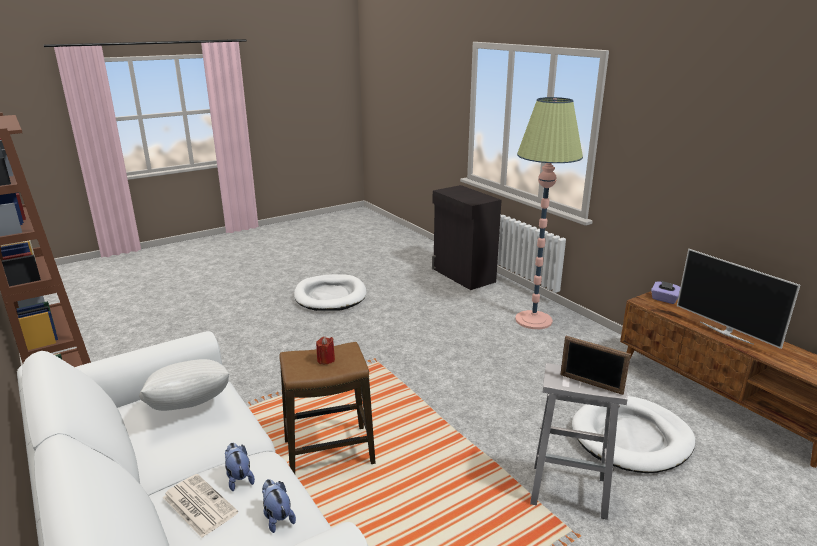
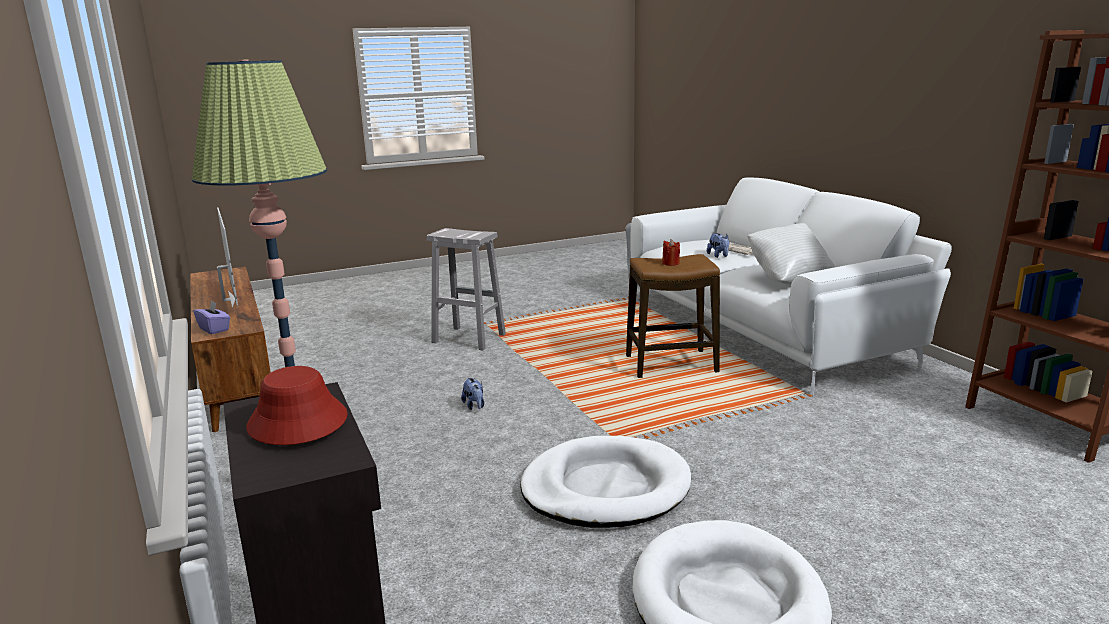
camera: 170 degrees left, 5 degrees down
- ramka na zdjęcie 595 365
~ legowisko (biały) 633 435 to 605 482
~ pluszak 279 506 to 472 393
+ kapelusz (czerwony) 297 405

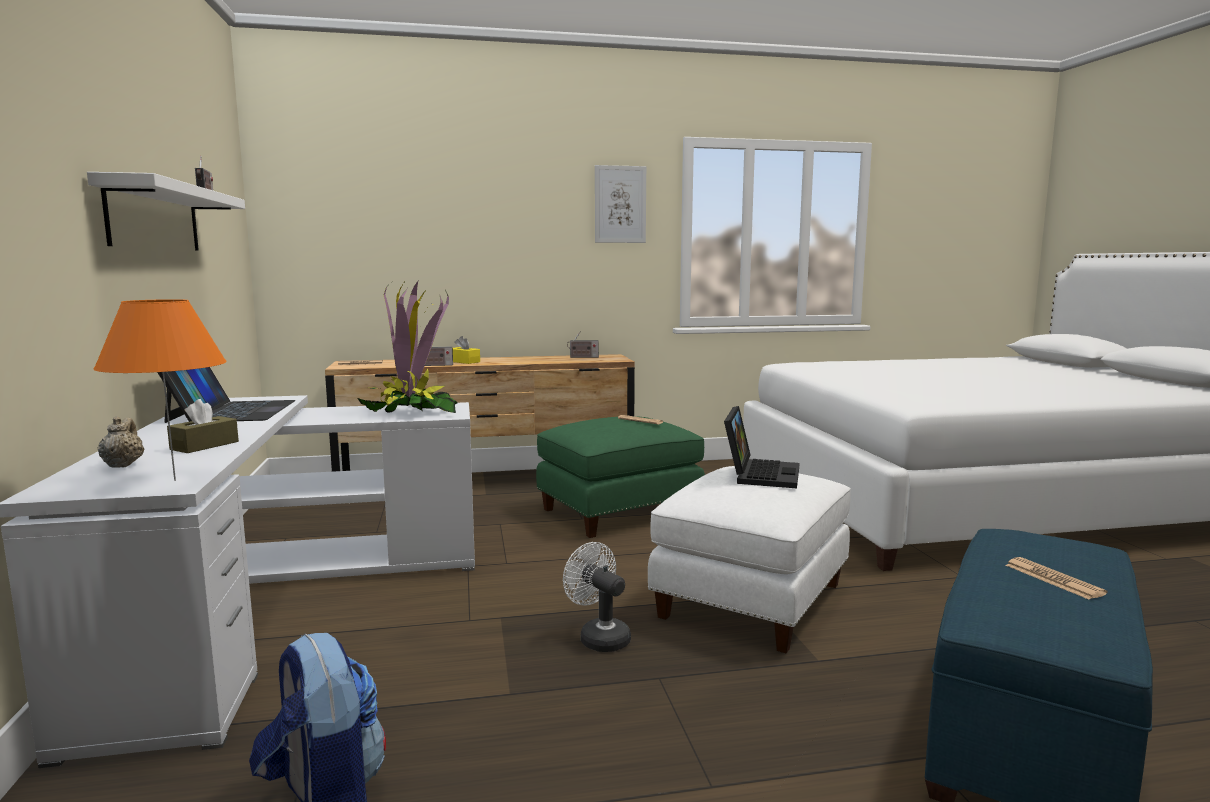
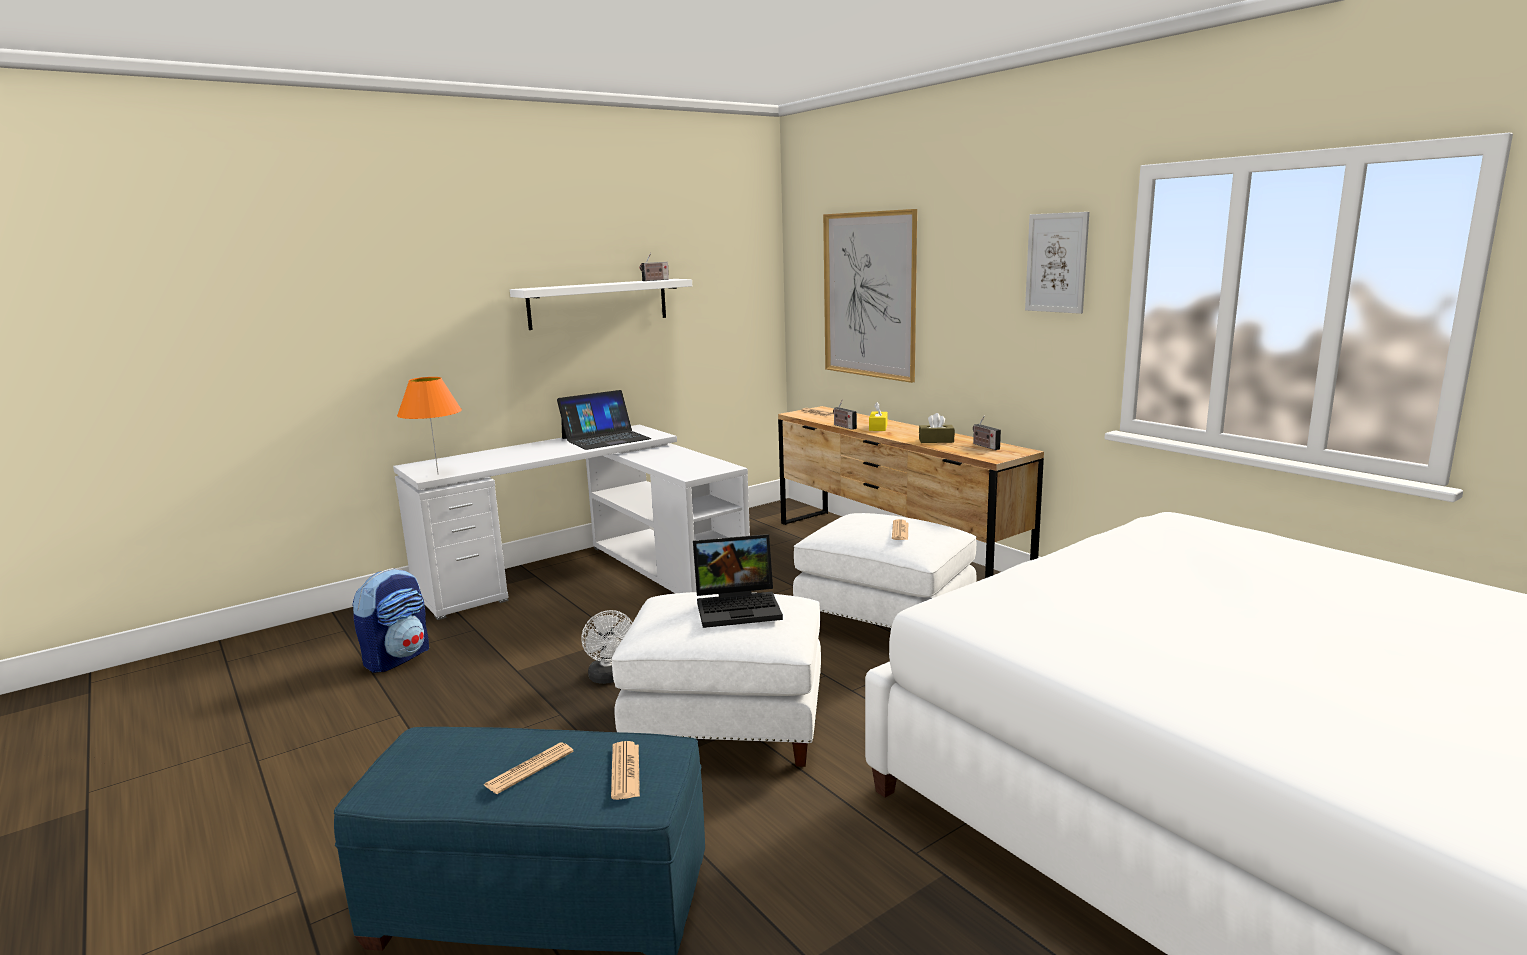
camera: 65 degrees right, 5 degrees up
- roślina doniczkowa 407 346
~ pudełko chusteczek (brązowy) 203 426 to 937 428
- imbryk (beżowy) 121 441
~ pufa (zielony) 620 477 to pufa (biały) 884 570
~ wentylator (biały) 597 597 = 607 647 135 degrees clockwise
+ obraz 870 296
+ gazeta 625 770

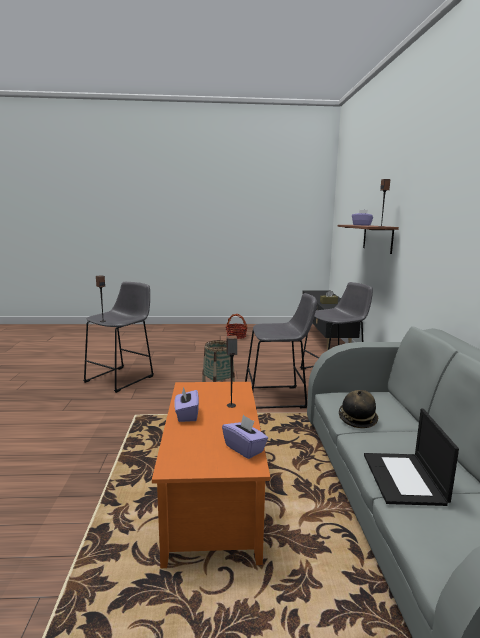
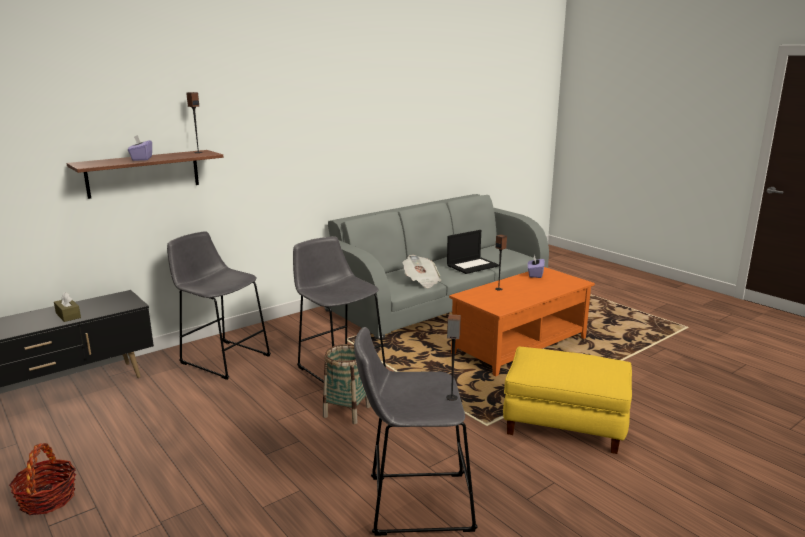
camera: 125 degrees left, 5 degrees up
- pudełko chusteczek (fioletowy) 187 404
~ kapelusz 358 409 to gazeta 422 271
+ pufa (żółty) 567 400

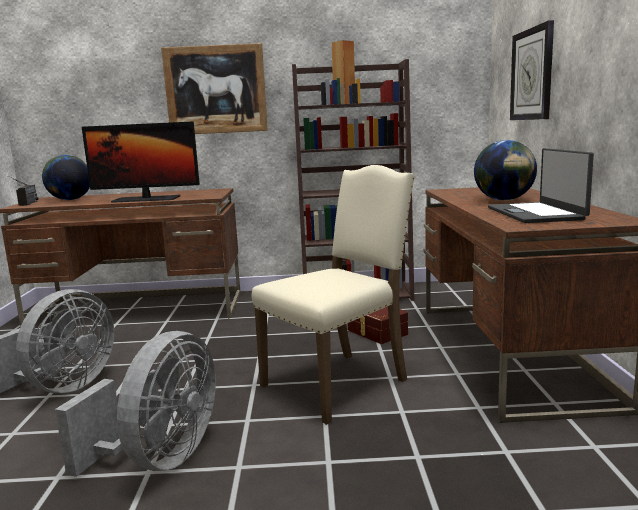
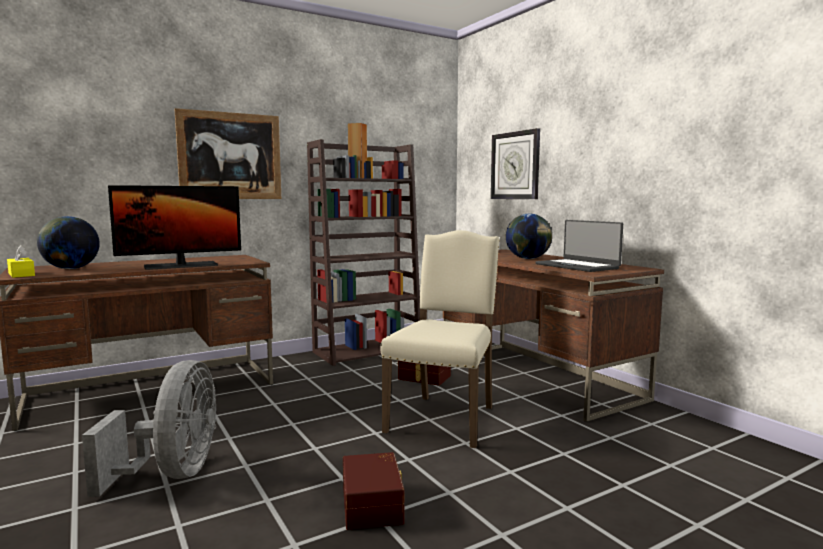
camera: 30 degrees left, 5 degrees down
~ radio 23 191 to pudełko chusteczek (żółty) 21 261
~ wentylator (szary) 135 404 to pojemnik do przechowywania (brązowy) 373 491

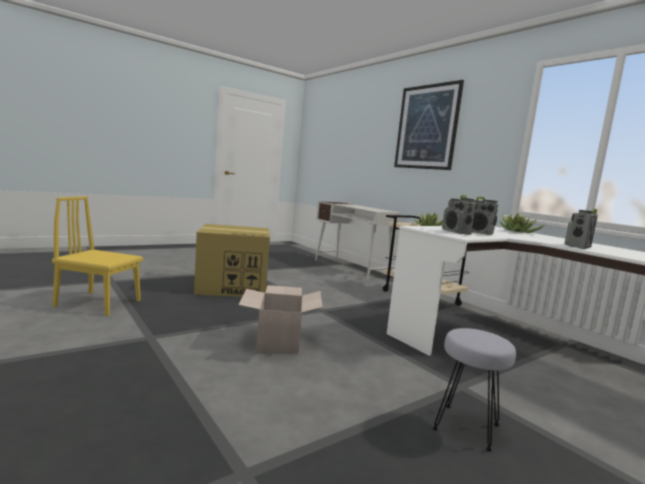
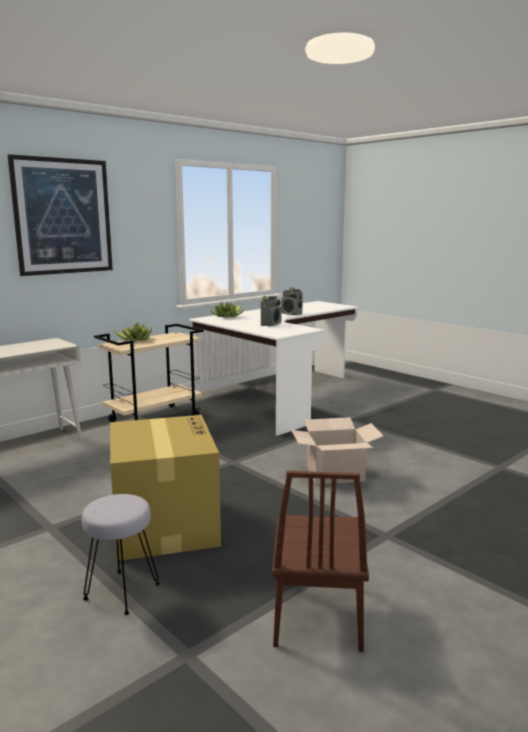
camera: 95 degrees left, 5 degrees up
- radio 459 215
~ krzesło (żółty) 97 256 to krzesło (brązowy) 320 561
~ stołek (szary) 474 390 to 121 554

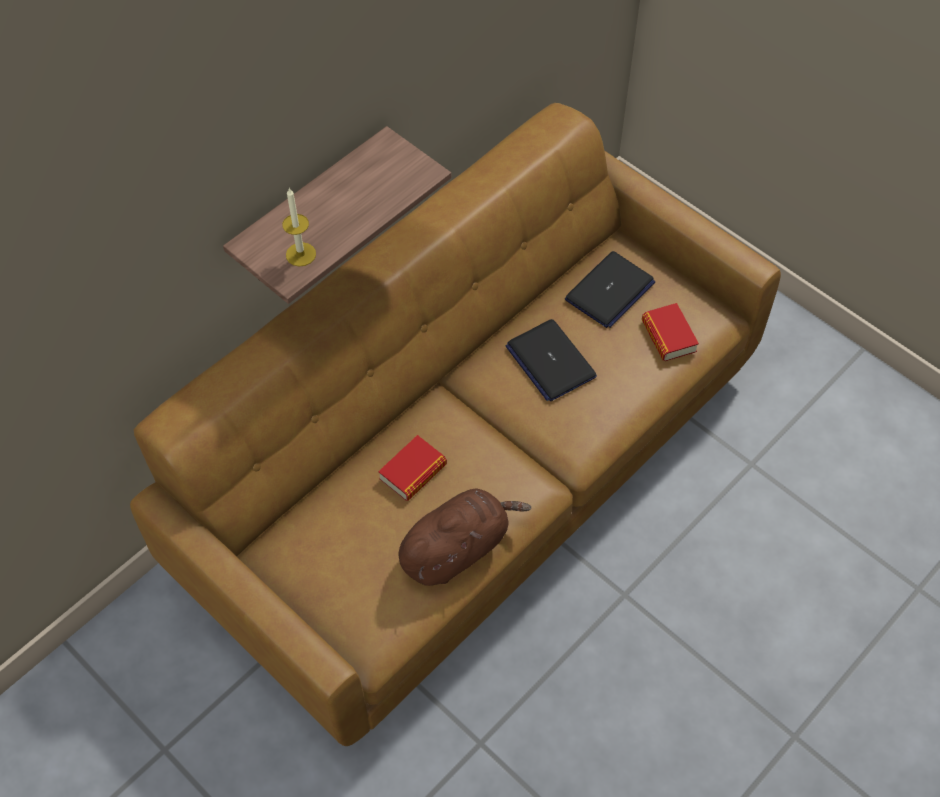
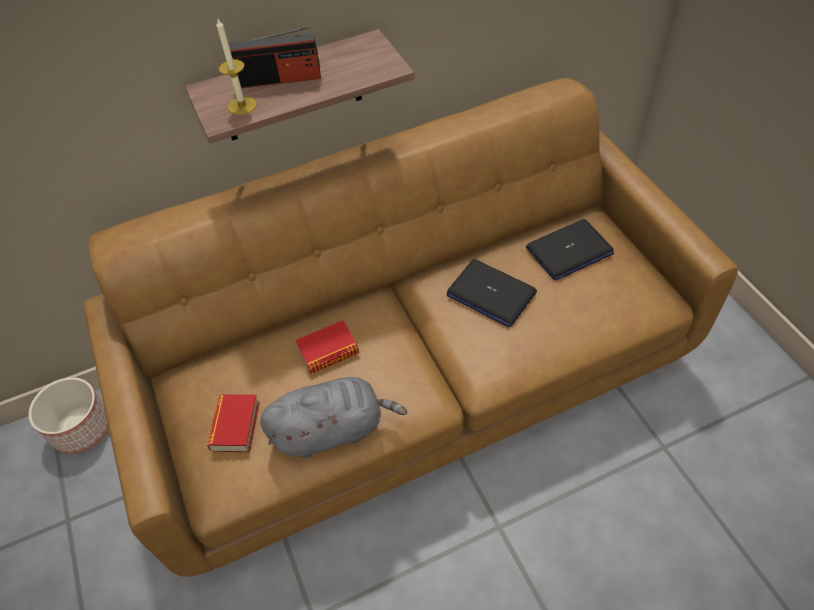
camera: 25 degrees right, 5 degrees down
~ książka 670 332 to 233 423
~ laptop 551 360 = 492 293 45 degrees counterclockwise
~ pluszak (brązowy) 465 537 to pluszak (szary) 333 417
+ radio 274 57
+ donica 69 415

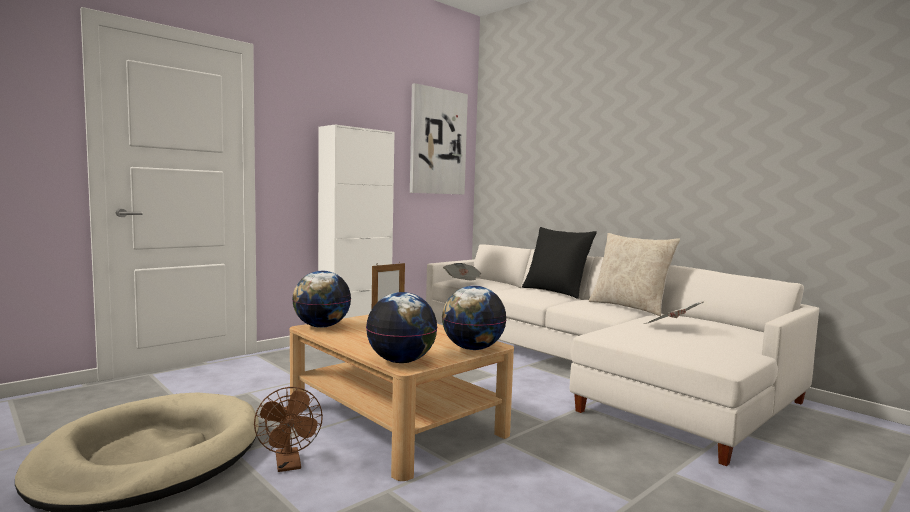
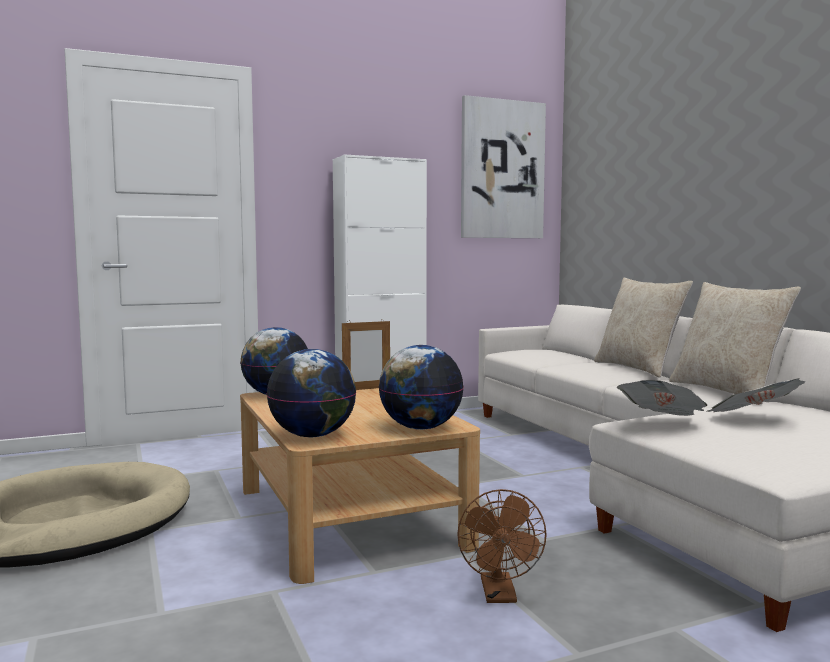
camera: 20 degrees right, 0 degrees up
~ poduszka (czarny) 559 263 to poduszka (beżowy) 643 328
~ gazeta 462 271 to 662 398
~ wentylator (brązowy) 288 429 to 502 546

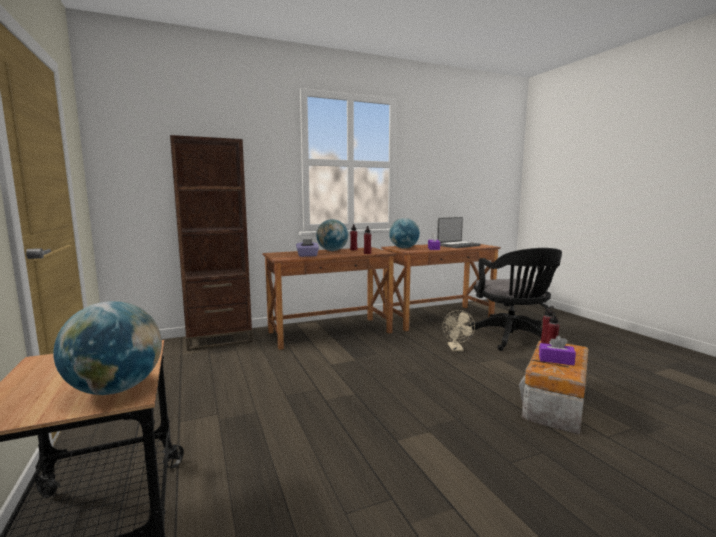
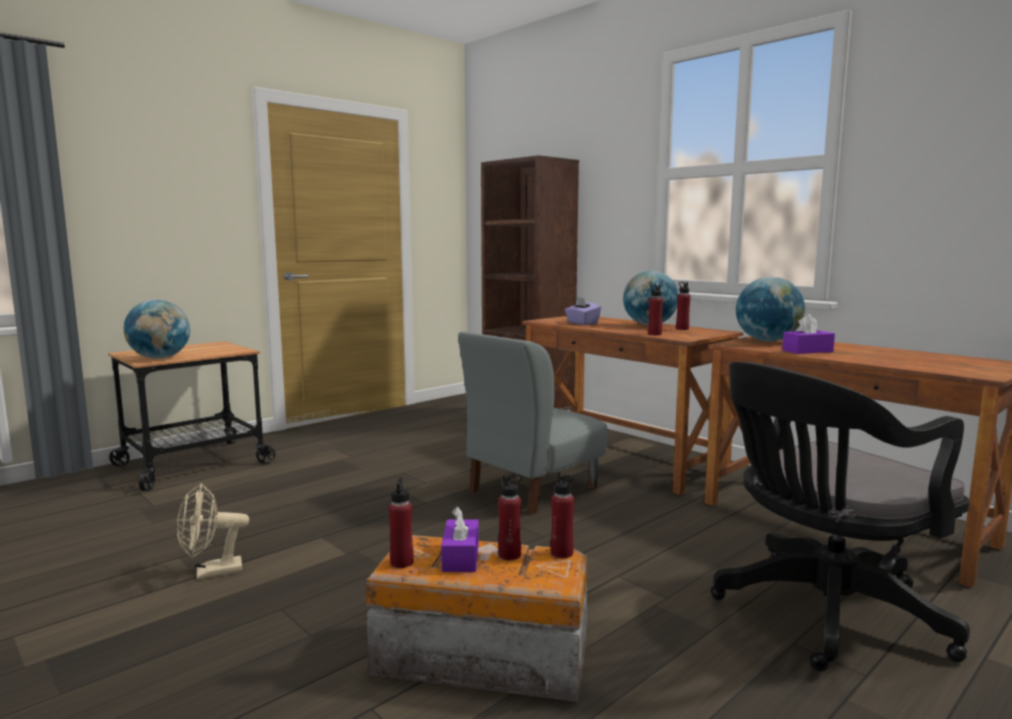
camera: 70 degrees right, 0 degrees up
- laptop 459 232
~ wentylator (beżowy) 458 331 to 213 531
+ krzesło (szary) 533 423
+ butelka (czerwony) 401 523

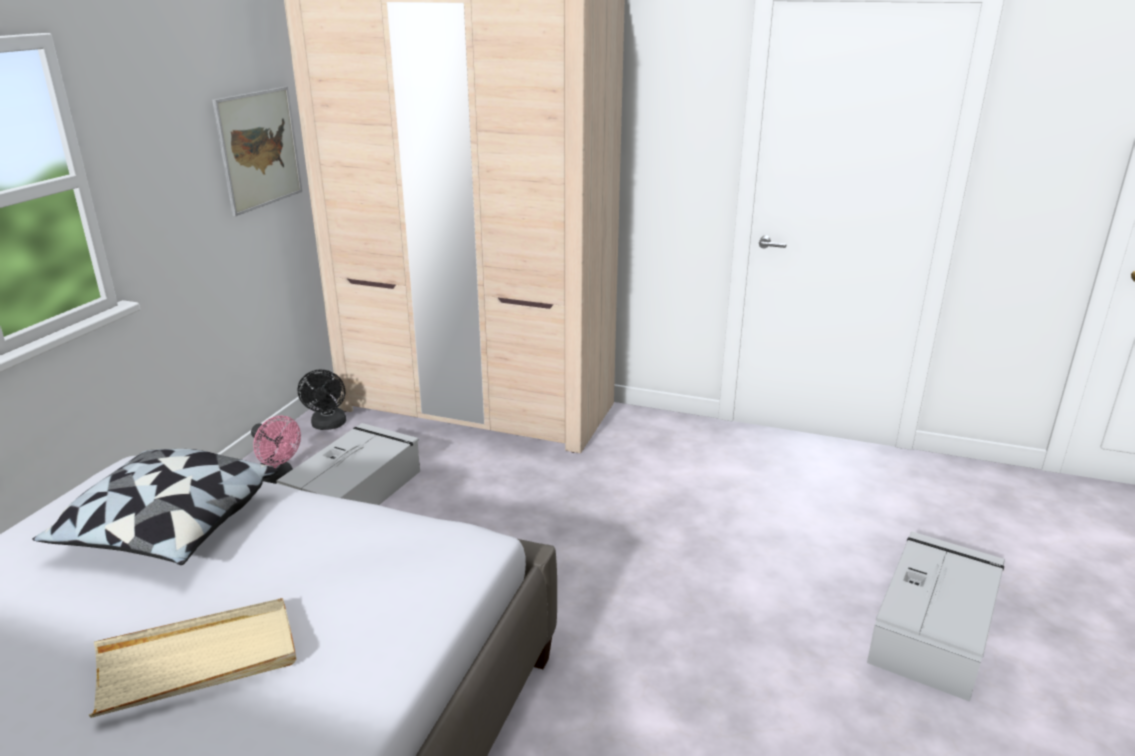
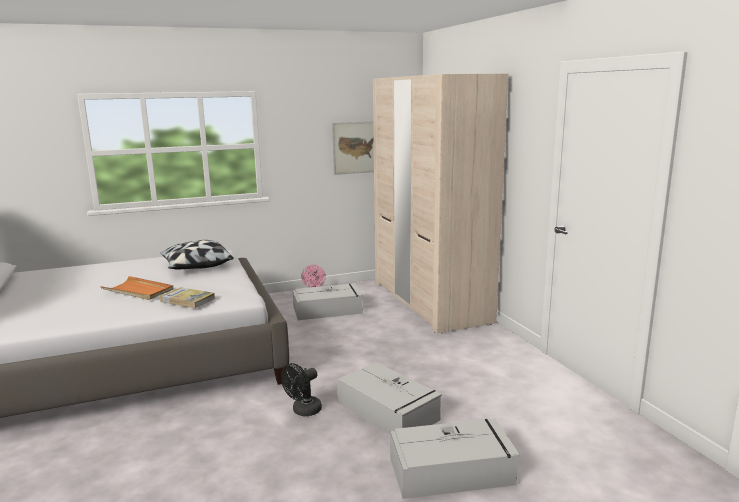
camera: 50 degrees right, 10 degrees down
~ wentylator (czarny) 322 400 to 301 389
~ taca (beżowy) 192 658 to taca (pomarańczowy) 137 288
+ książka 187 297
+ pojemnik do przechowywania (szary) 389 398

